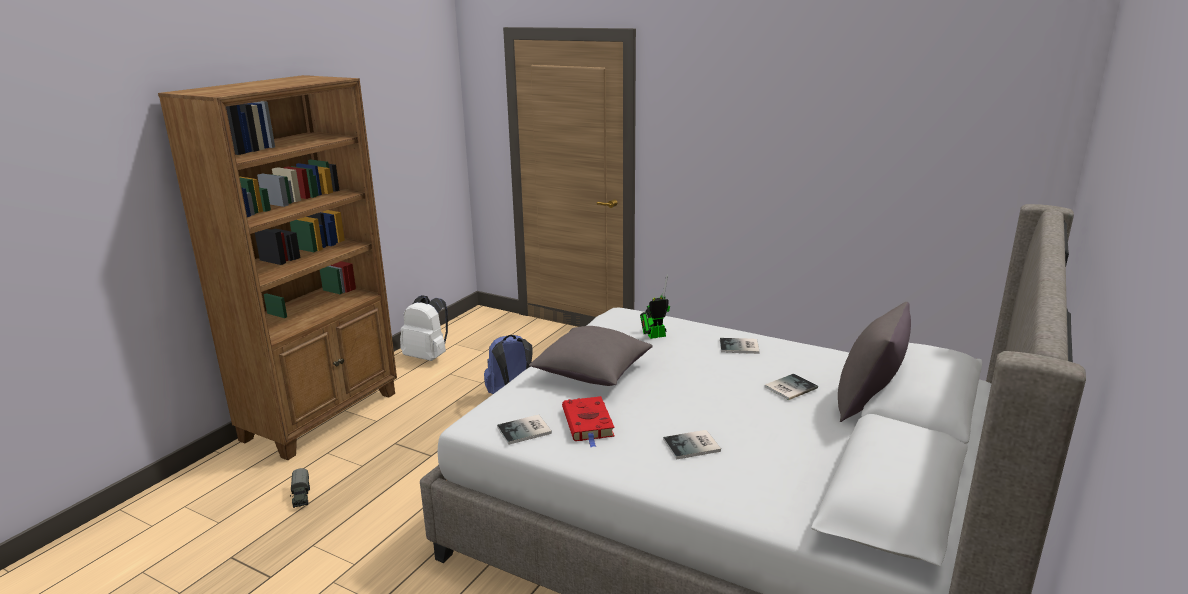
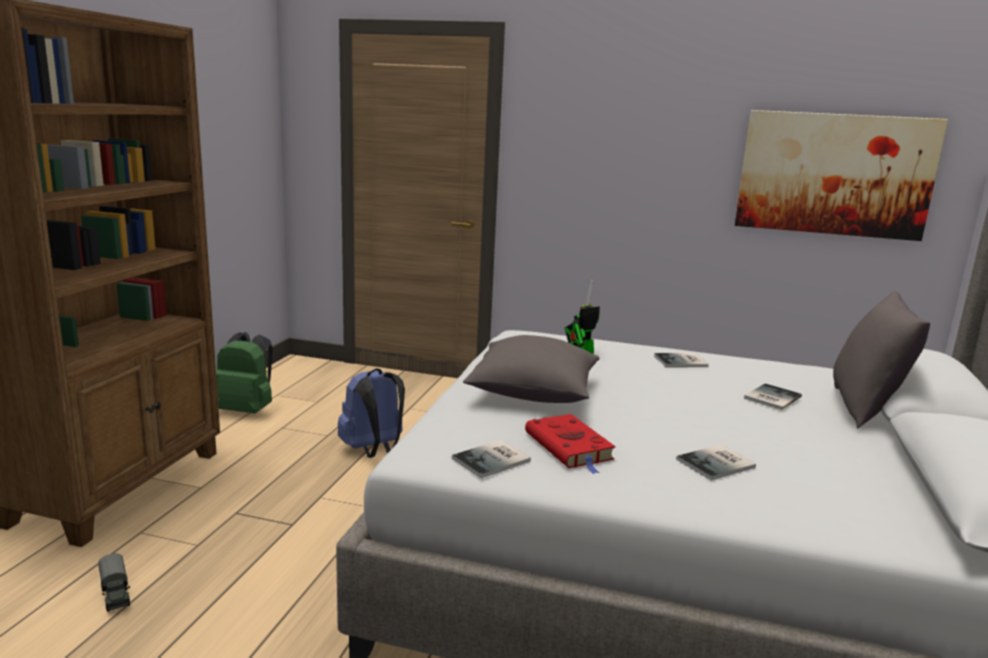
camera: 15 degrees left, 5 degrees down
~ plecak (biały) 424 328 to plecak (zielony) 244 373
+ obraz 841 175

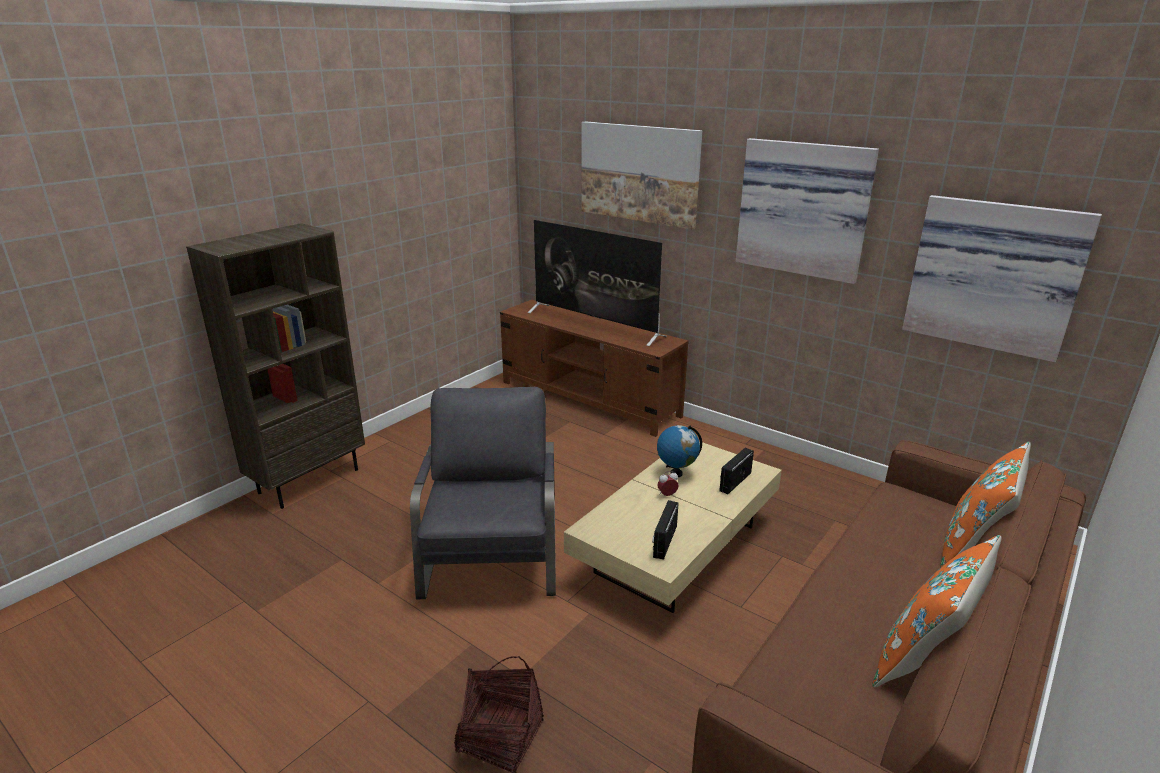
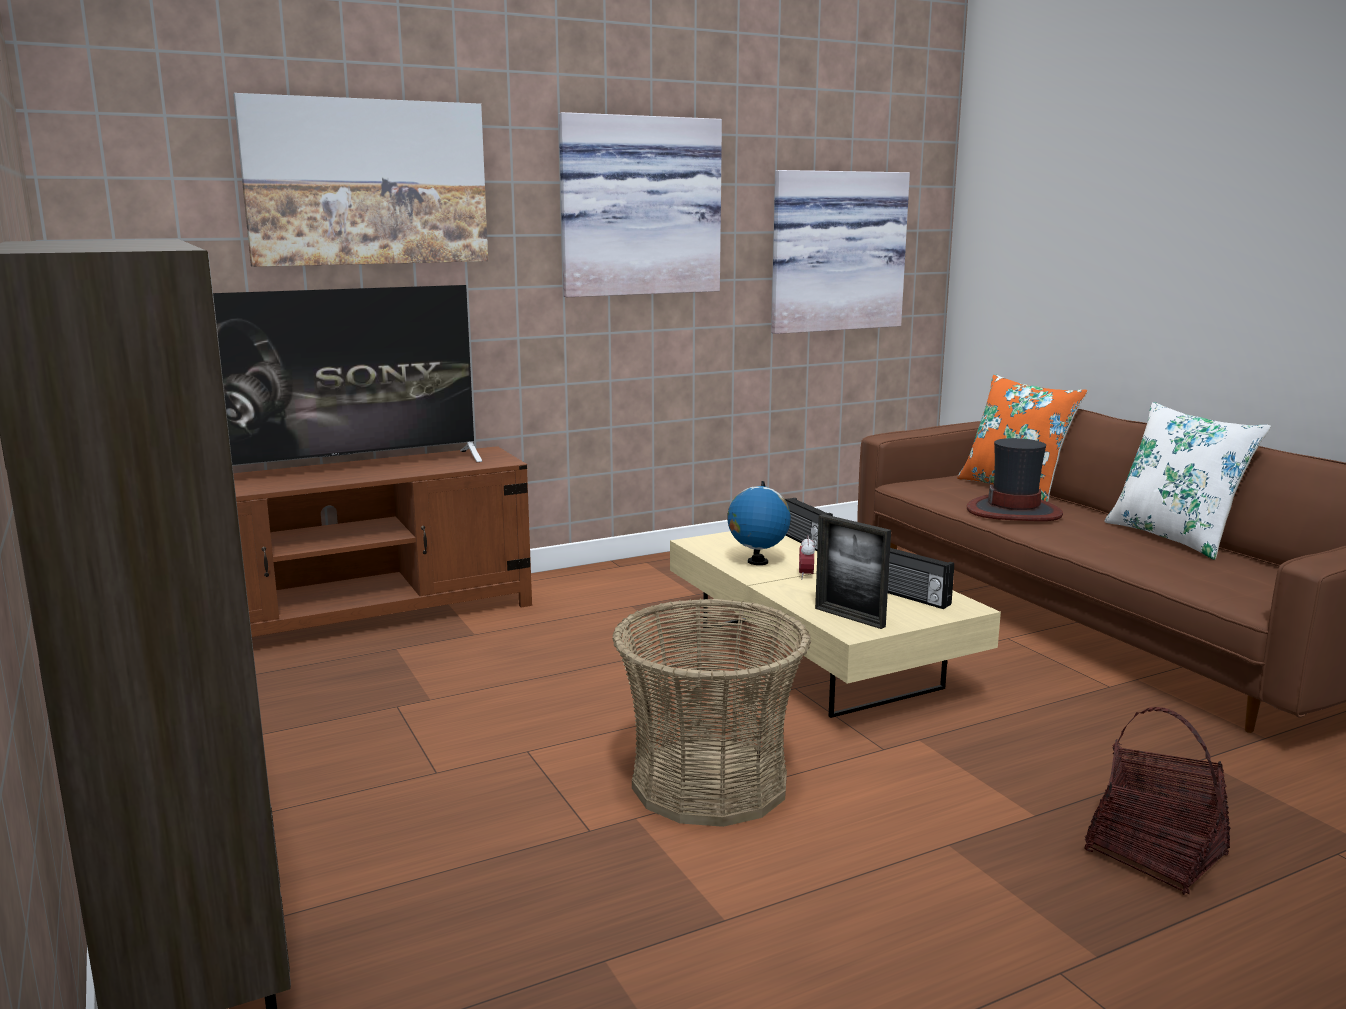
camera: 65 degrees left, 10 degrees down
~ fotel (szary) 483 493 to koszyk 711 712
~ poduszka (pomarańczowy) 936 611 to poduszka (biały) 1187 481
+ kapelusz 1015 479
+ ramka na zdjęcie 853 571

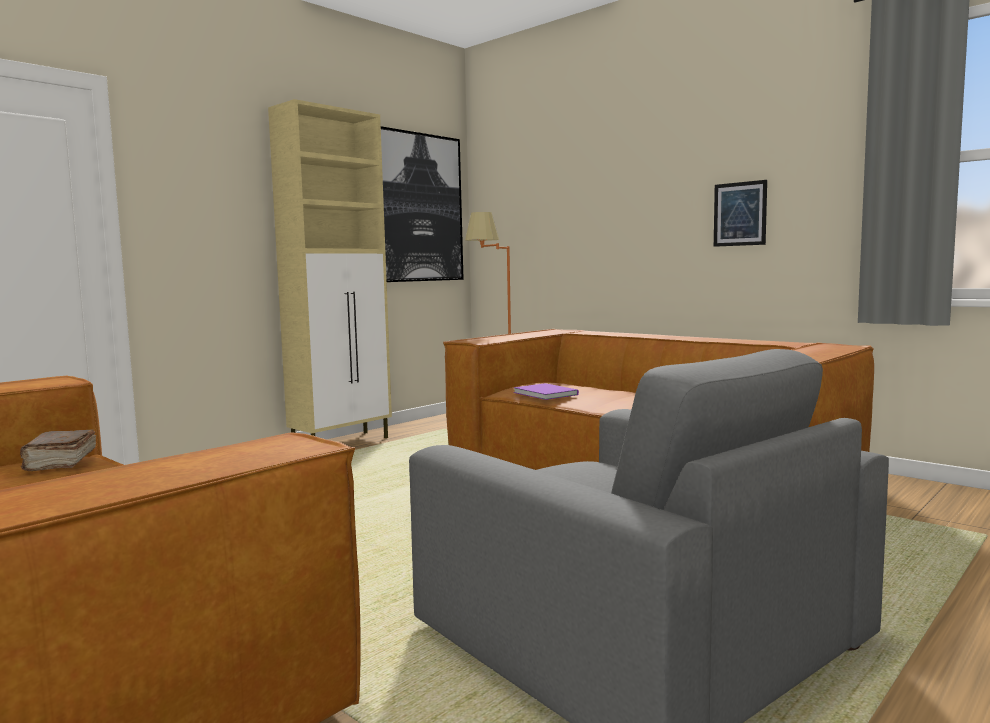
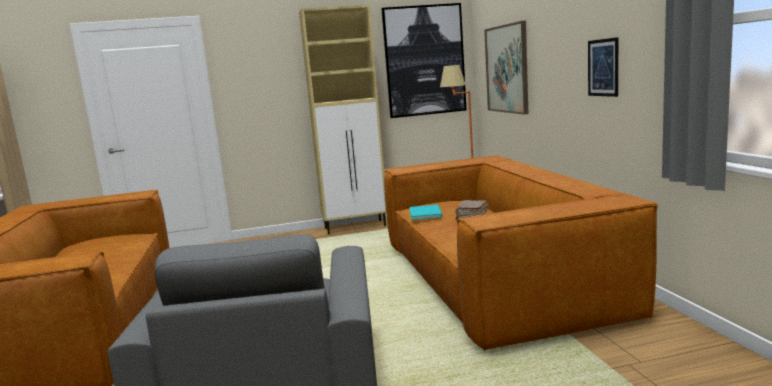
camera: 35 degrees right, 5 degrees up
~ książka (fioletowy) 546 391 to książka (turkusowy) 426 212
~ książka (brązowy) 58 450 to 472 210
+ obraz 506 68

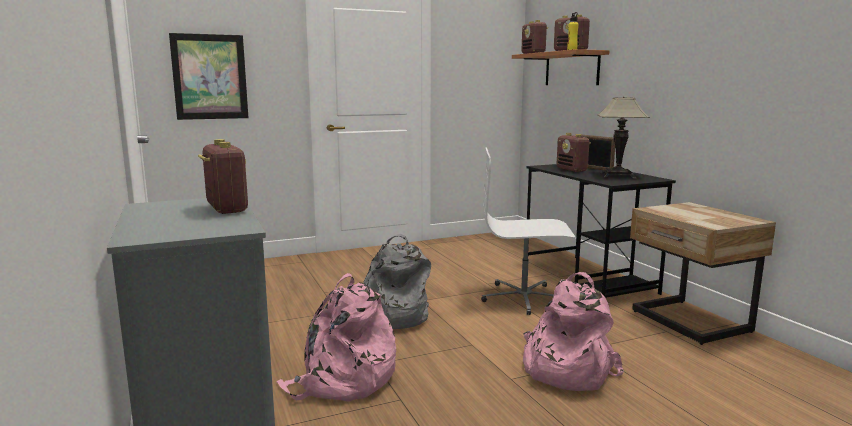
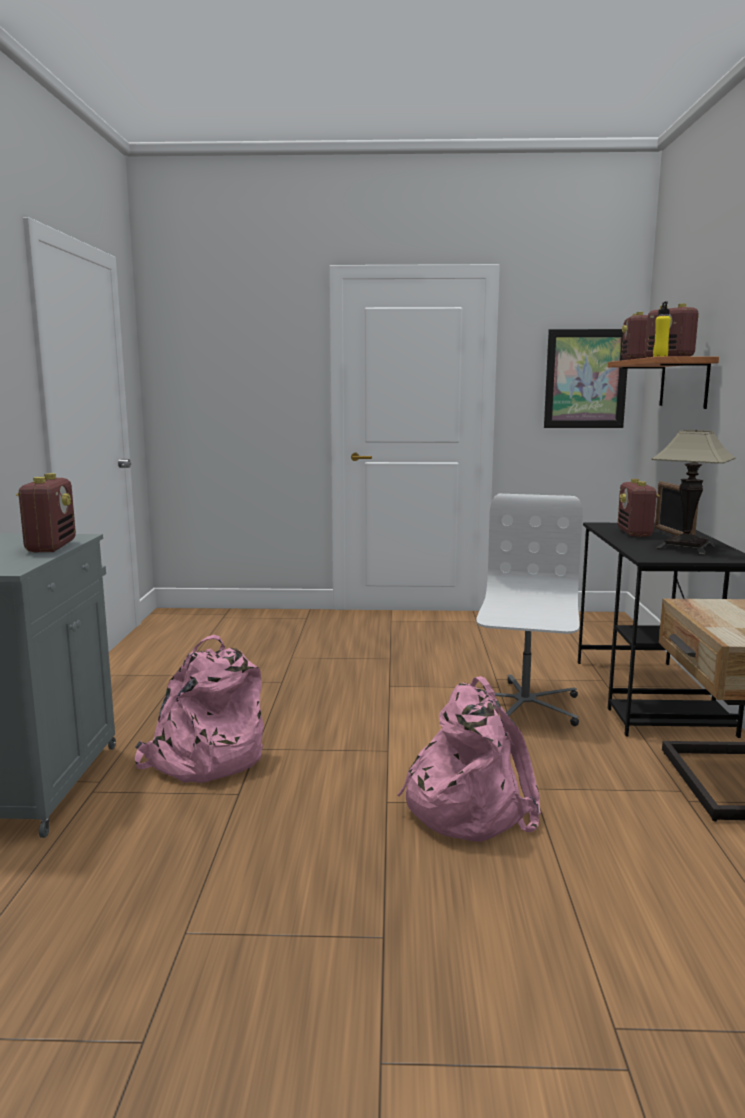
camera: 25 degrees right, 0 degrees up
~ obraz 208 76 to 585 378
~ krzesło biurowe (biały) 528 231 = 529 610 75 degrees clockwise
- plecak (szary) 397 281

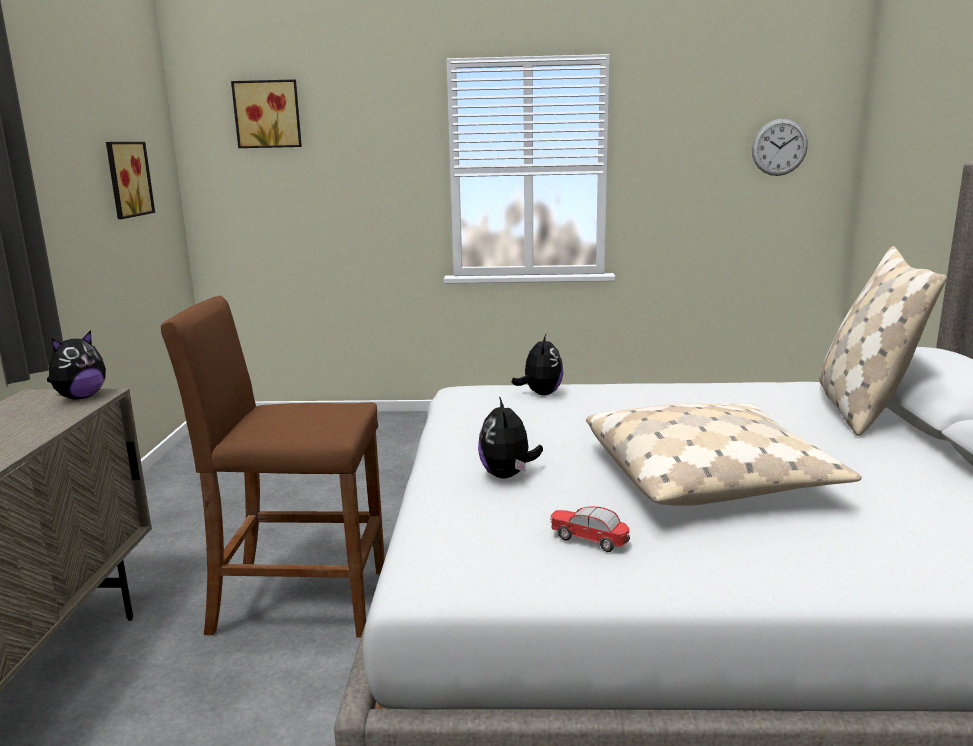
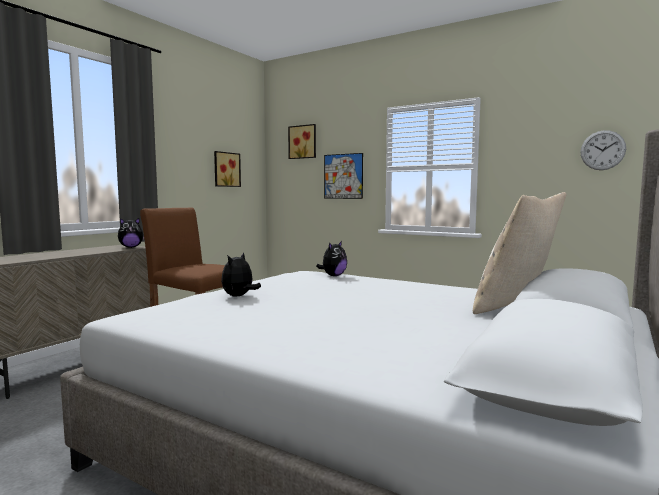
camera: 30 degrees right, 10 degrees down
- poduszka (beżowy) 724 454
- samochodzik 590 529
+ obraz 343 176

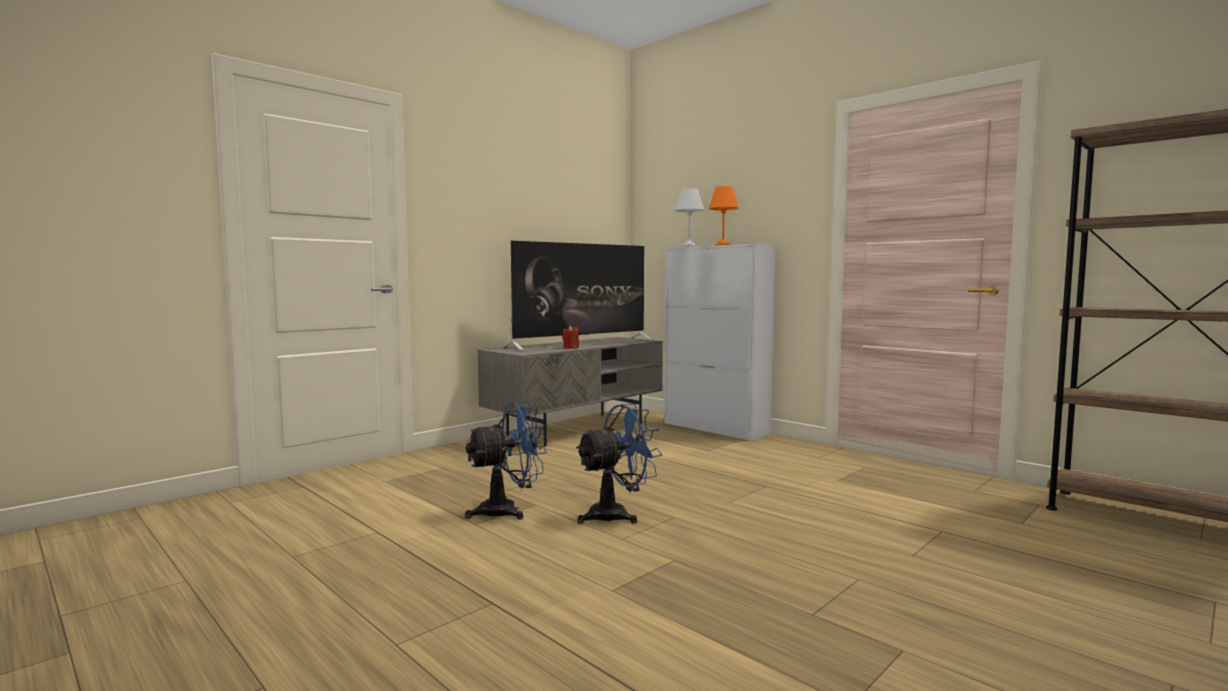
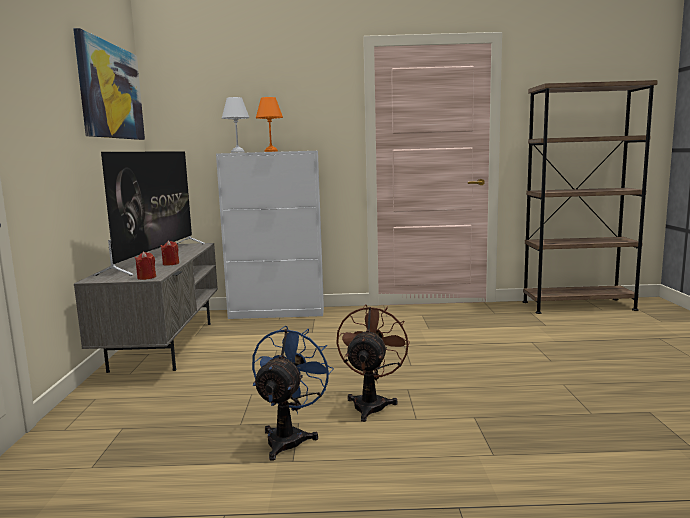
camera: 45 degrees left, 5 degrees up
~ wentylator (niebieski) 619 463 to wentylator (brązowy) 373 363
+ obraz 109 84
+ świeca (czerwony) 145 266

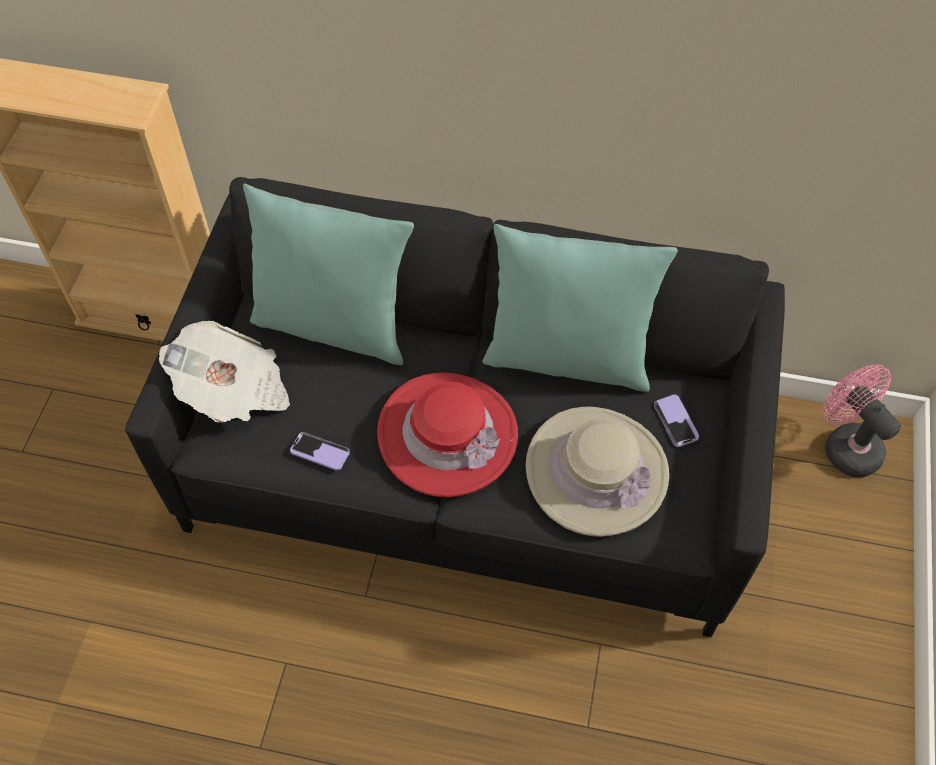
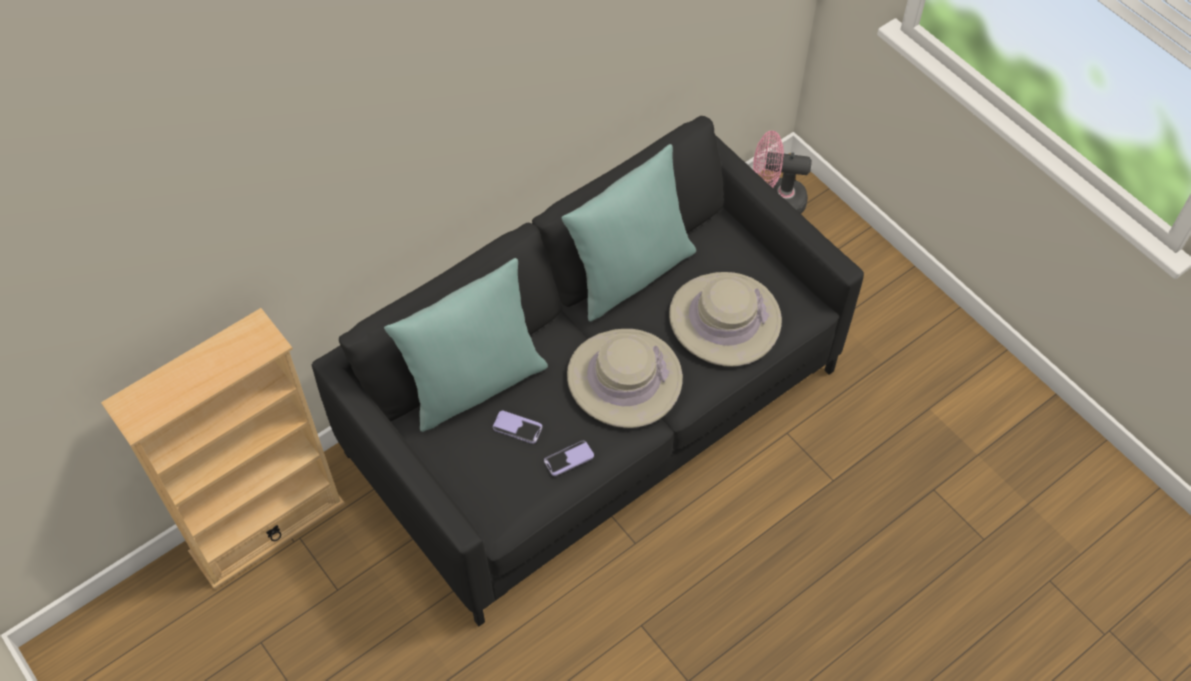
camera: 50 degrees left, 0 degrees up
- gazeta 224 372
~ kapelusz (czerwony) 447 434 to kapelusz (beżowy) 625 378
~ telefon 676 420 to 517 427

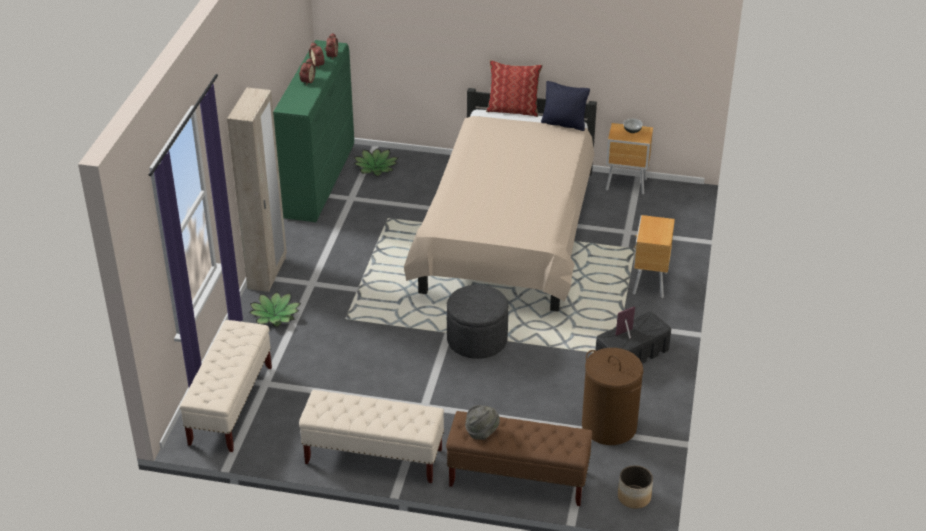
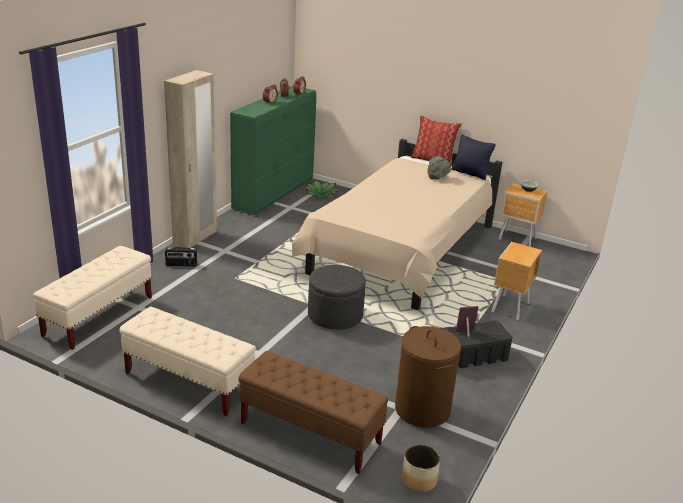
camera: 15 degrees right, 10 degrees down
~ roślina doniczkowa 275 309 to radio 181 256
~ kapelusz (szary) 482 422 to 439 167

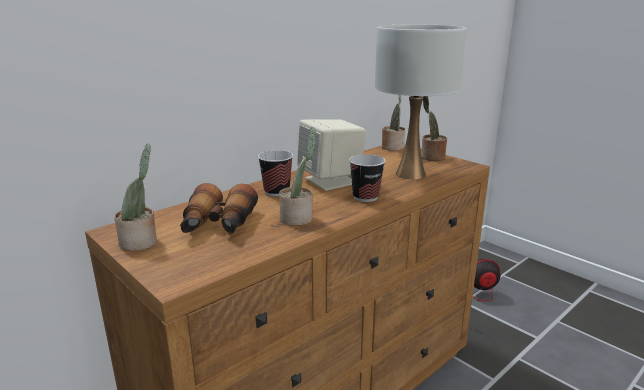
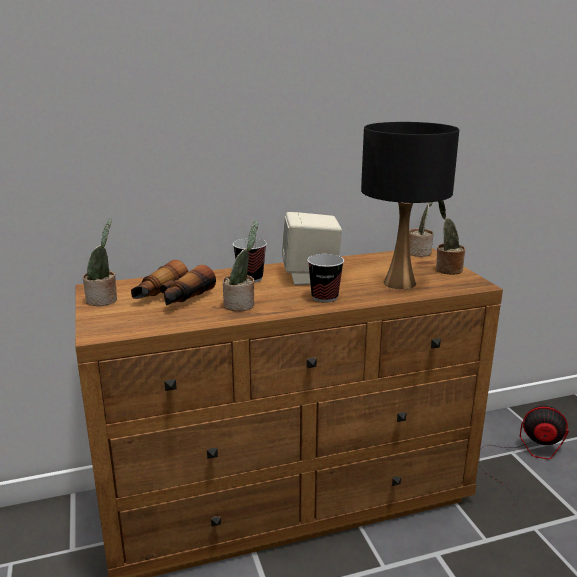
camera: 25 degrees right, 0 degrees up
~ lampa stołowa (biały) 420 102 to lampa stołowa (czarny) 410 205

